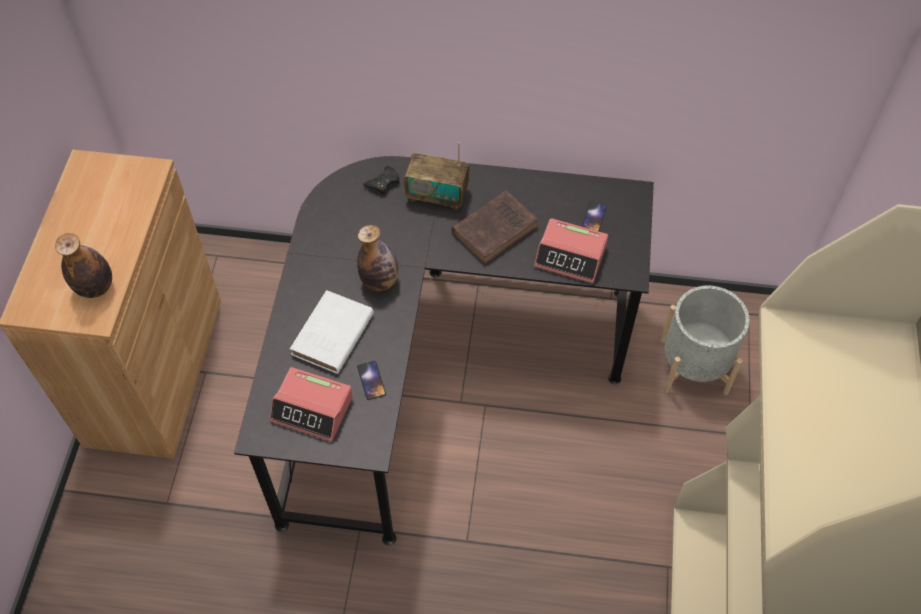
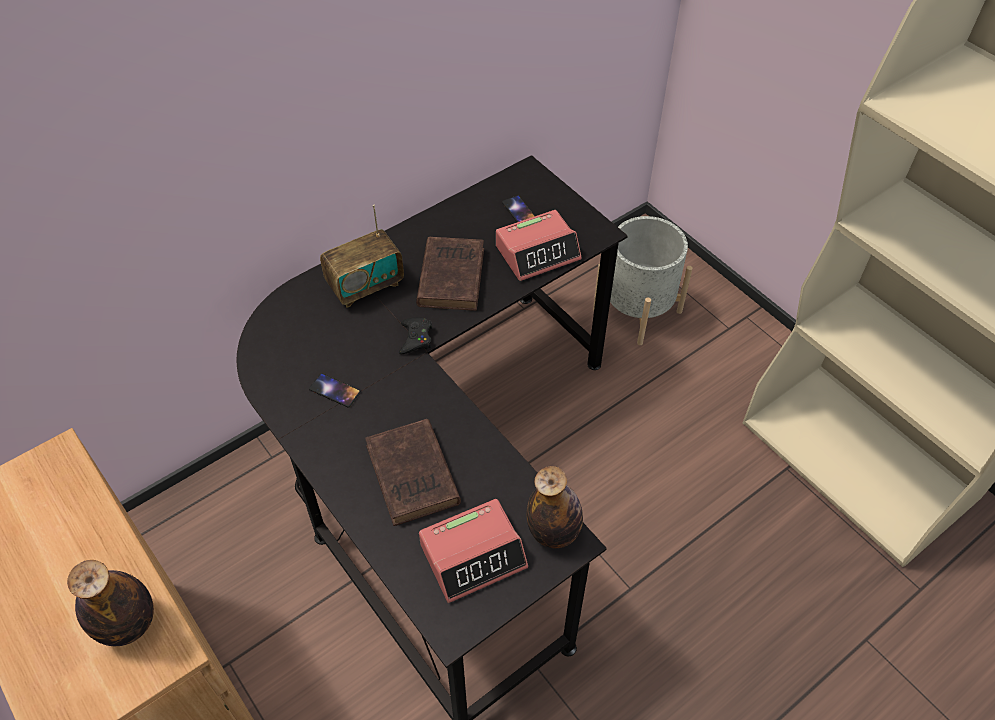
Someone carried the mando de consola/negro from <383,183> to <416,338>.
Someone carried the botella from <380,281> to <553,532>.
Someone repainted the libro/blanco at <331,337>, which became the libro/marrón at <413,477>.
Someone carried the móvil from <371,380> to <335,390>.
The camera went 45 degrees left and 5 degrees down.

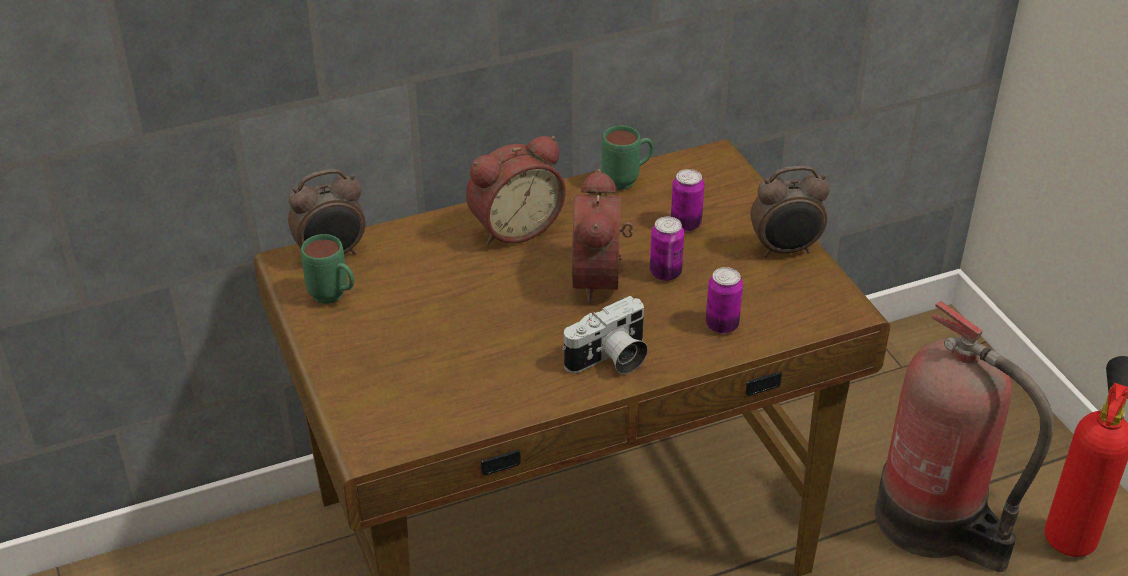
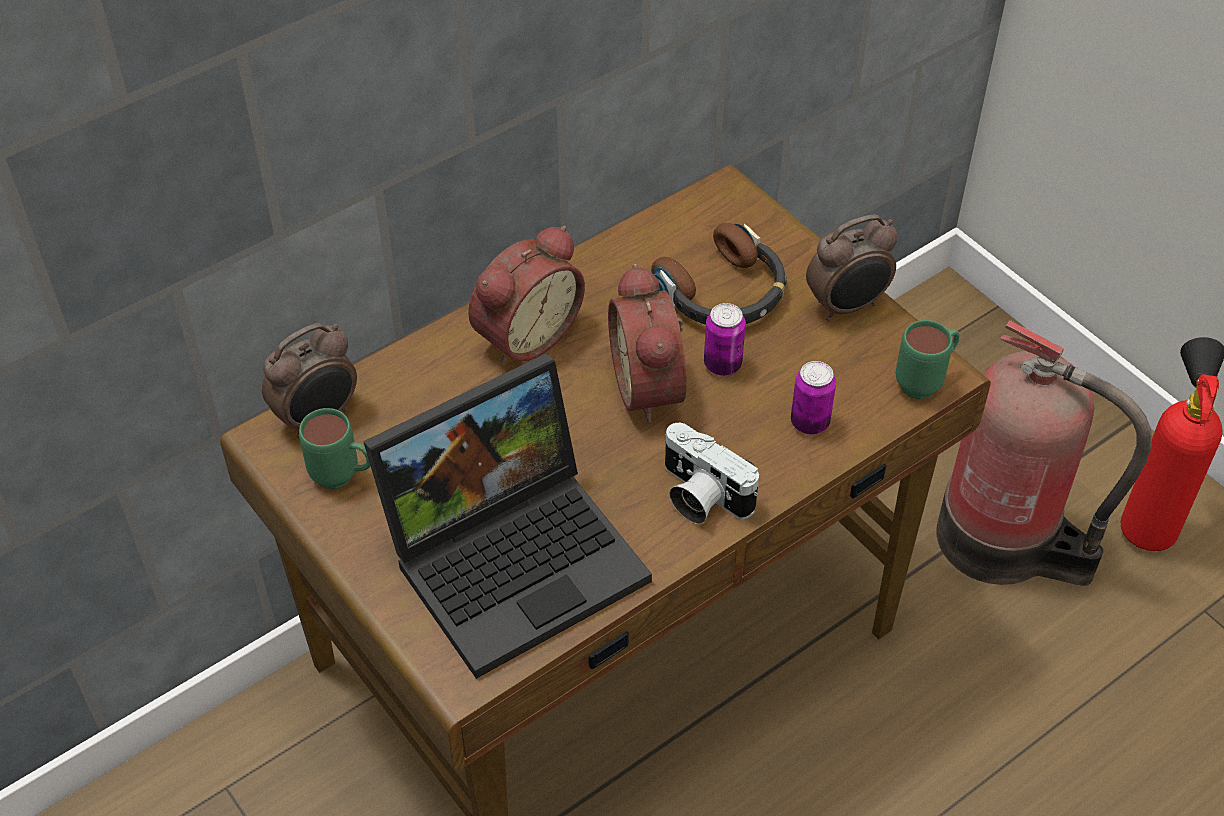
Someone carried the taza grande/verde from <627,181> to <925,382>.
Someone swapped the lata at <685,224> for the auriculares at <723,292>.
Someone rotated the cámara at <610,360> by 90 degrees clockwise.
Someone put down the portátil at <517,554>.
The camera went 15 degrees left and 10 degrees up.

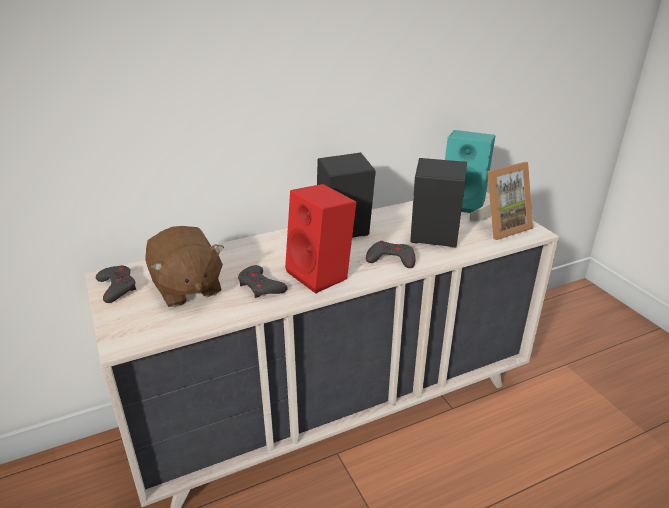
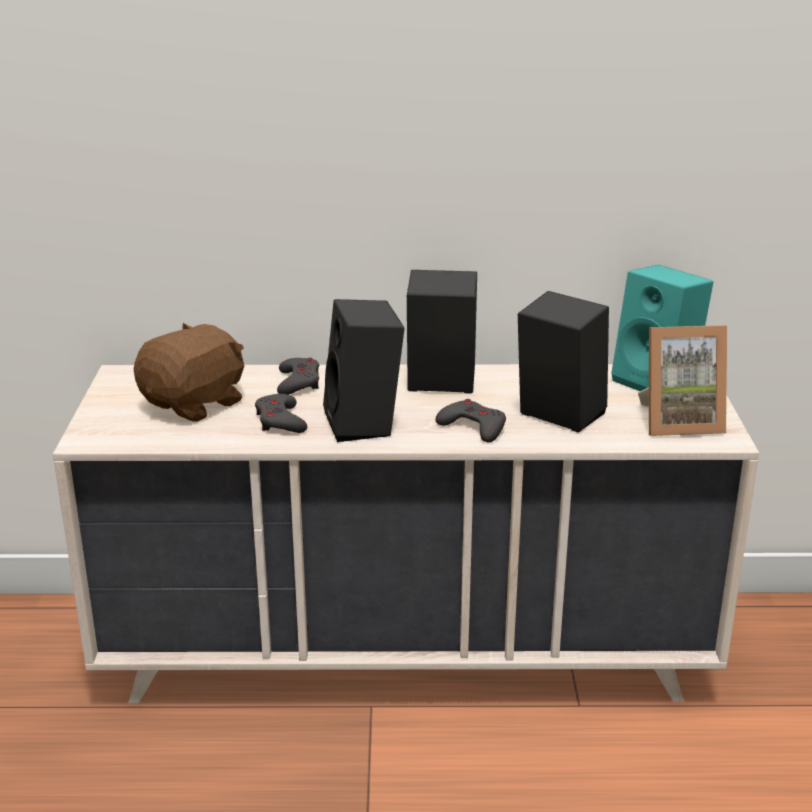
Someone repainted the altavoz/rojo at <322,274>, which became the altavoz/negro at <365,424>.
Someone rotated the peluche/marrón at <186,288> by 135 degrees counterclockwise.
Someone carried the mando de consola/gris from <117,287> to <298,382>.
The camera went 25 degrees right and 5 degrees down.

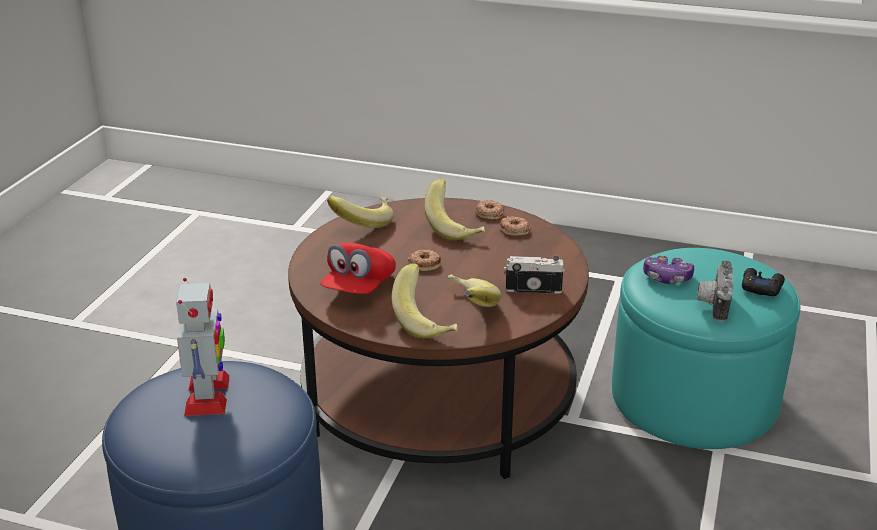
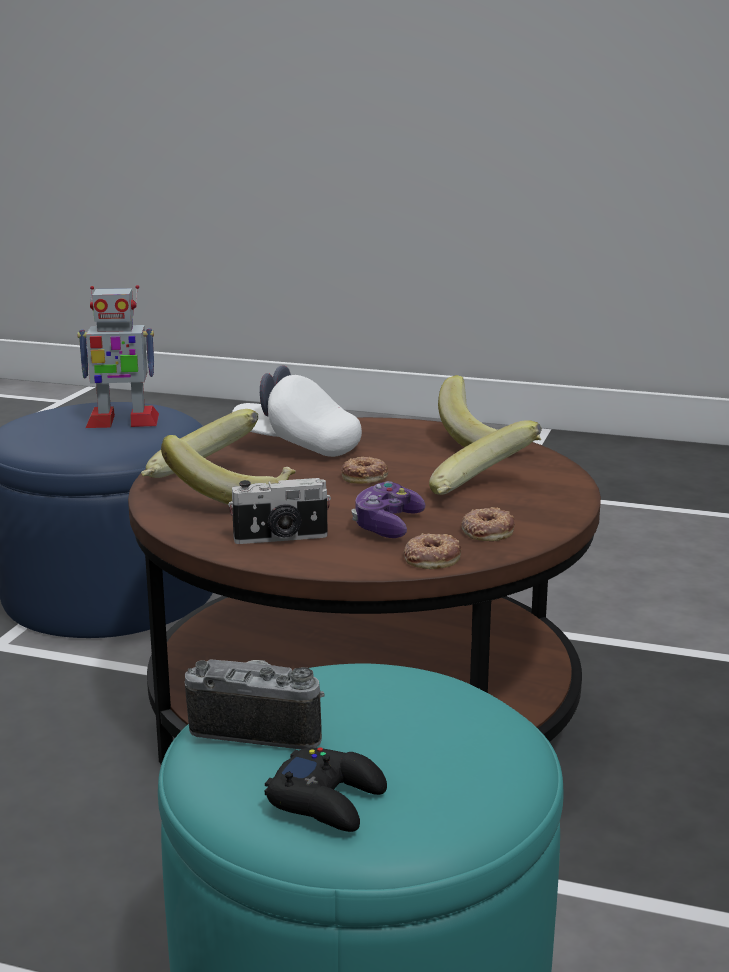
Someone carried the rosquilla from <489,213> to <431,558>.
Someone repainted the gorra/rojo at <359,288>, which became the gorra/blanco at <297,446>.
Someone rotated the cámara at <533,288> by 75 degrees clockwise.
Someone carried the mando de consola from <667,278> to <387,525>.
The camera went 90 degrees right and 10 degrees down.

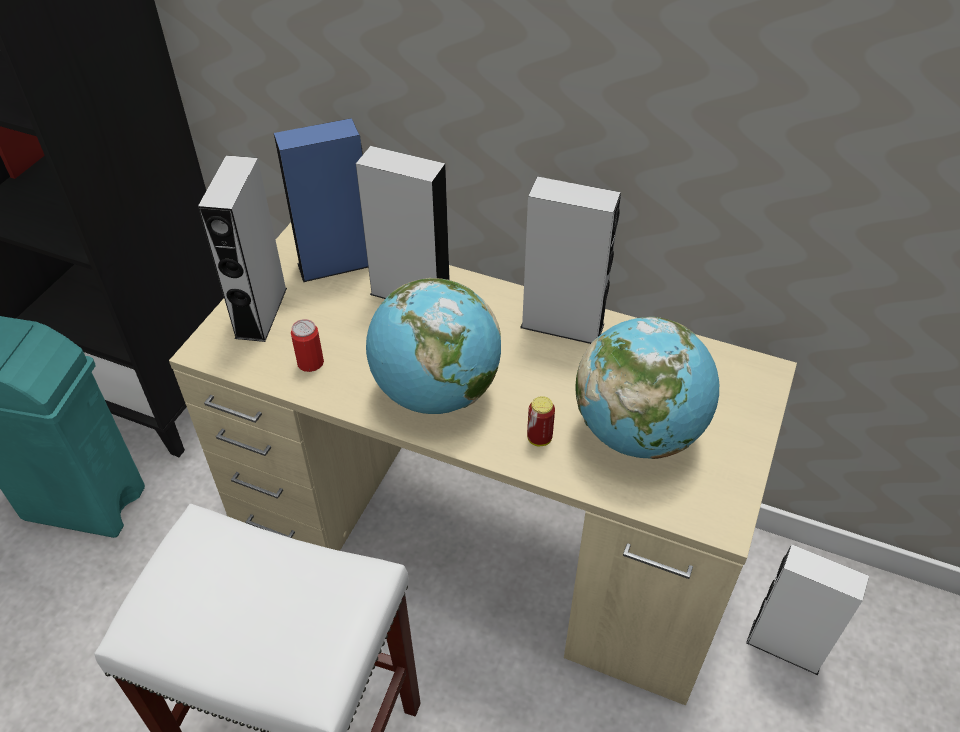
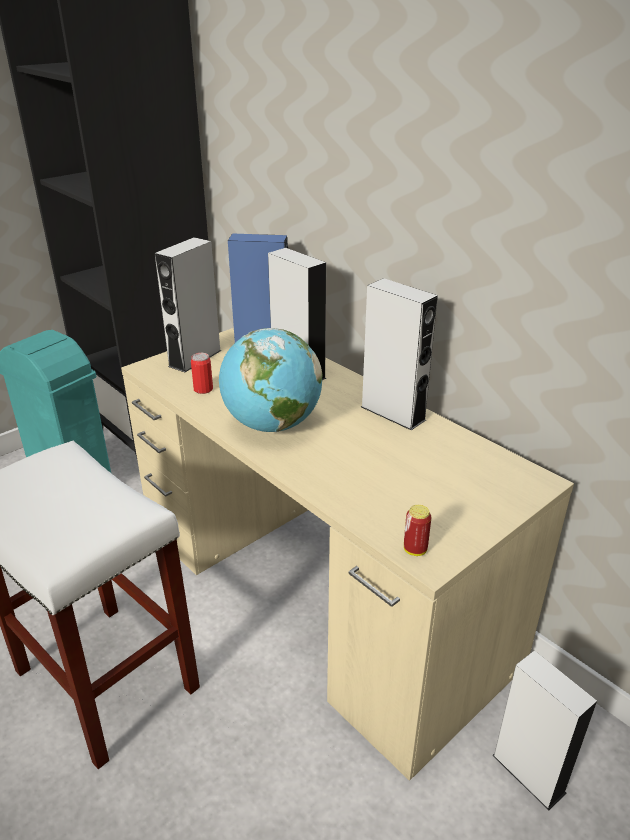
Someone took away the globo terráqueo at <638,432>.
Someone carried the lata from <539,438> to <415,550>.
The camera went 25 degrees right and 15 degrees down.

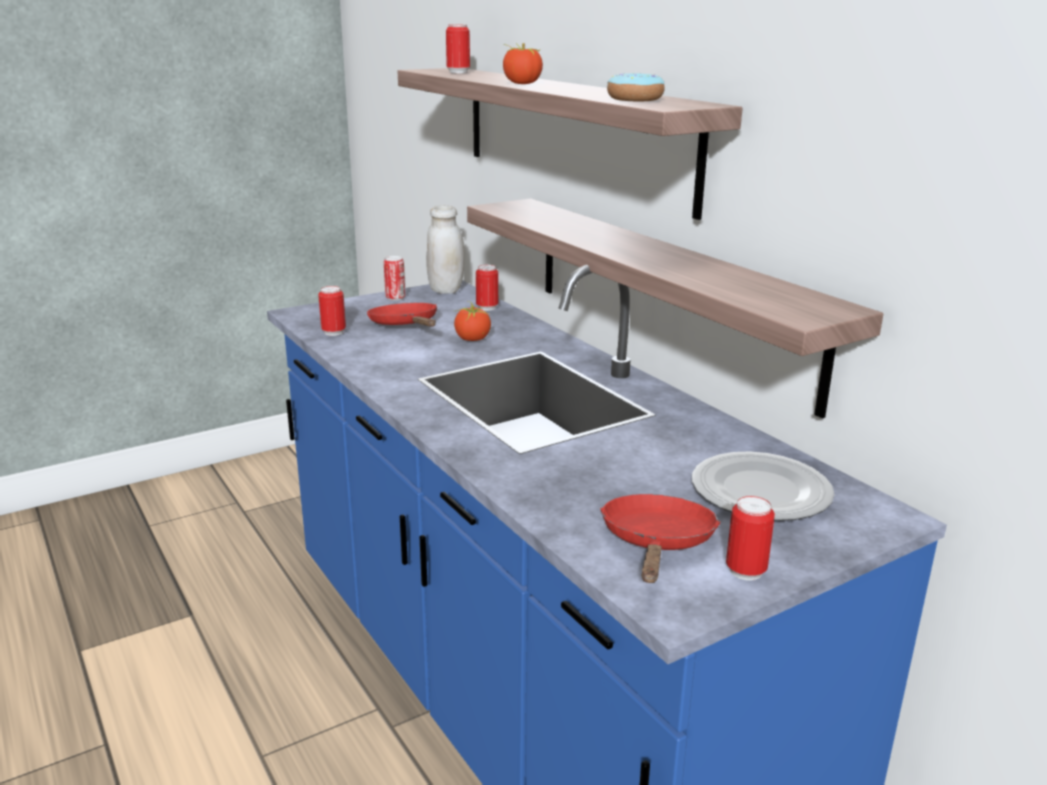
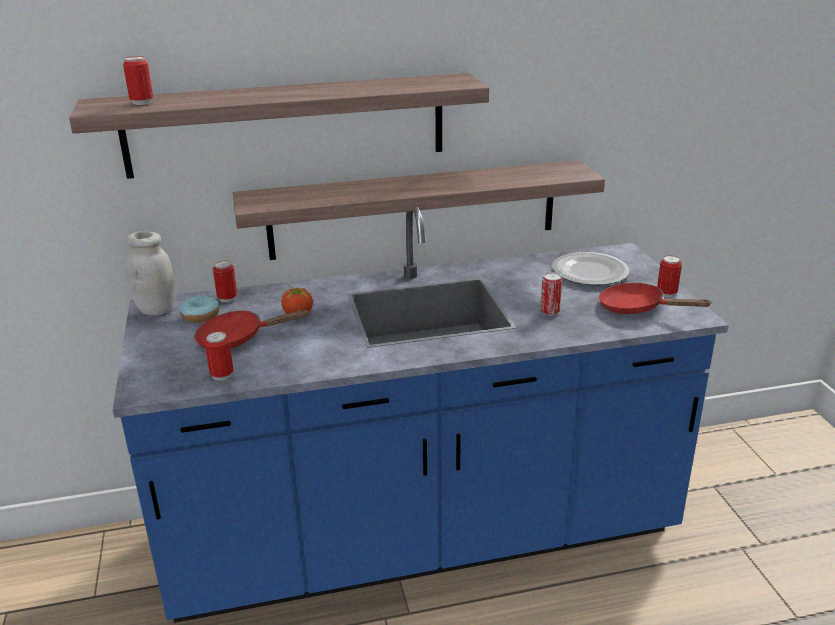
Someone took away the tomate at <522,84>.
Someone carried the rosquilla from <635,99> to <200,316>.
Someone carried the lata from <395,298> to <549,311>.
The camera went 70 degrees left and 5 degrees up.

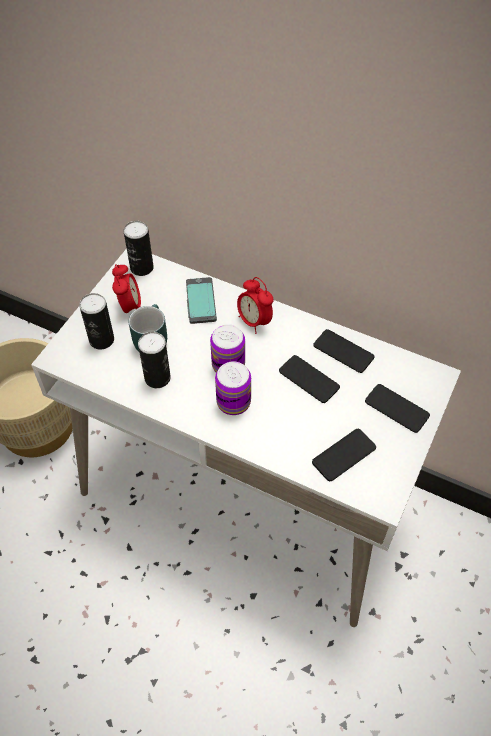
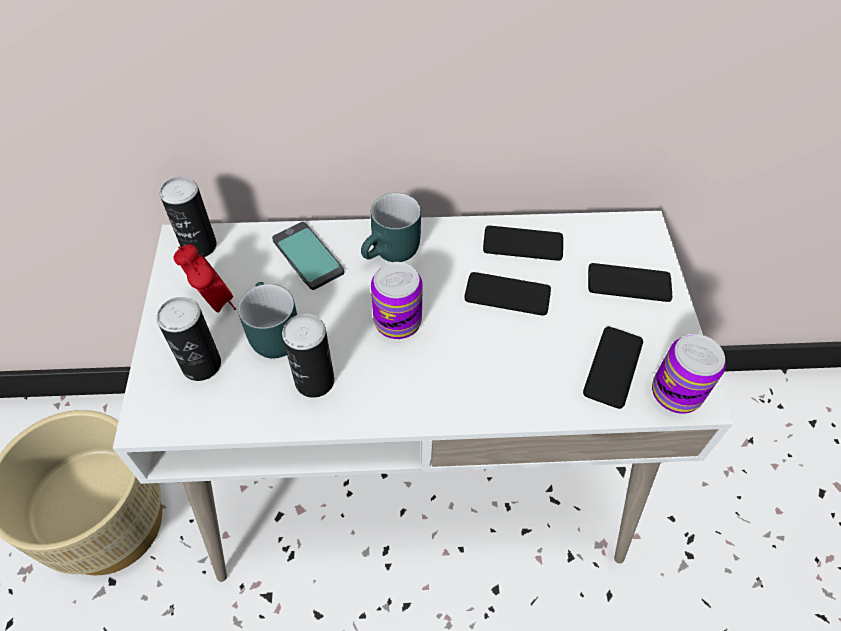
Someone swapped the despertador at <254,321> for the taza grande/turquesa at <393,253>.
Someone carried the lata from <233,402> to <676,393>.
The camera went 30 degrees left and 0 degrees up.

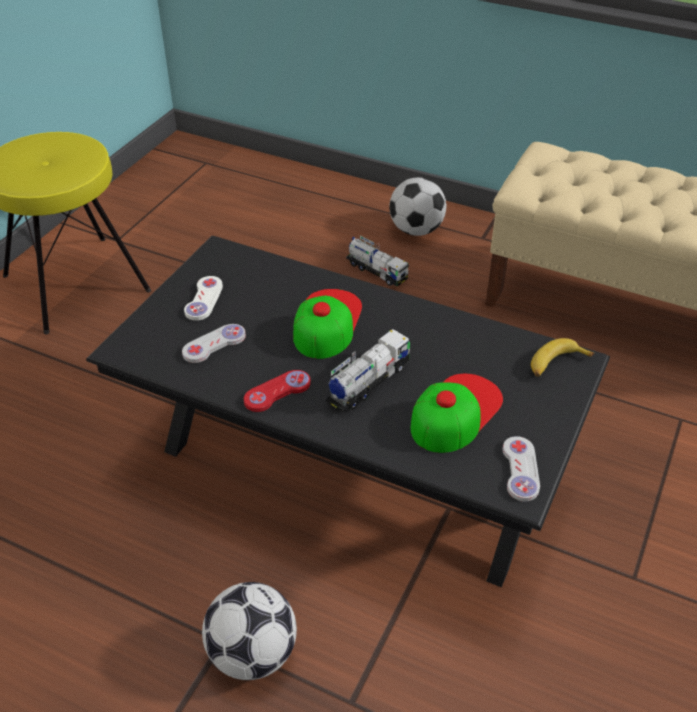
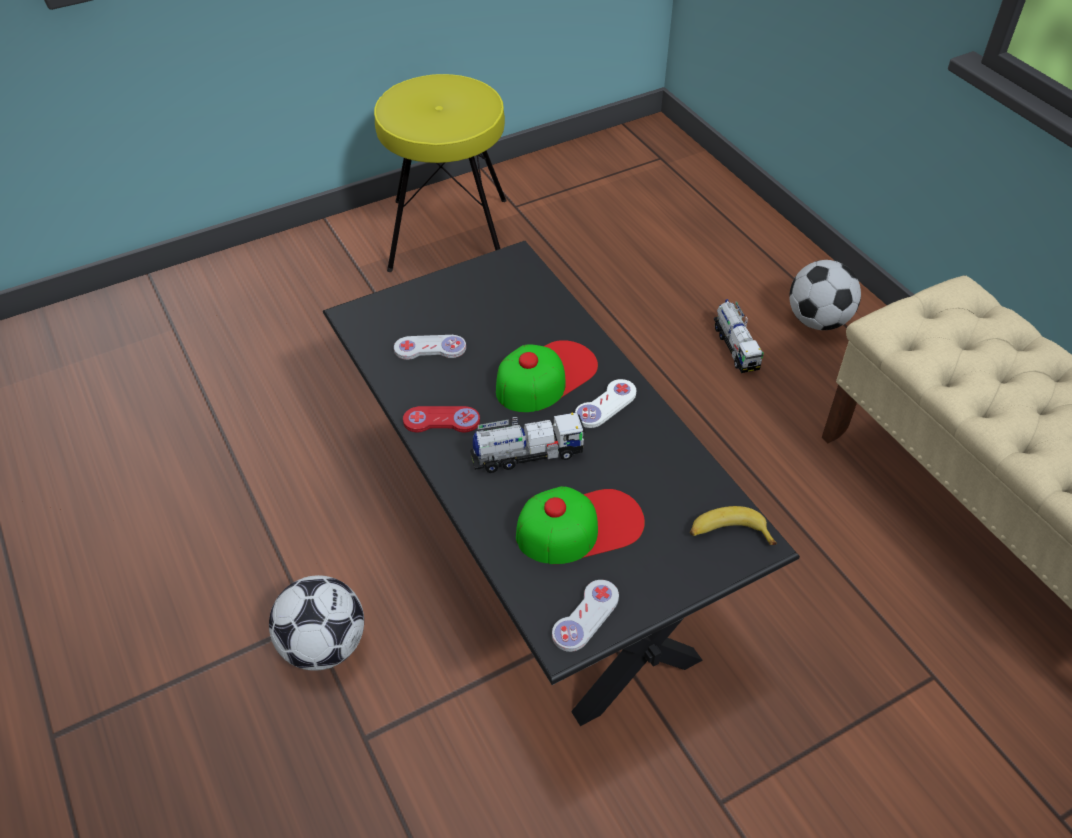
Someone carried the mando de consola/blanco from <204,299> to <605,405>.
The camera went 35 degrees right and 5 degrees up.

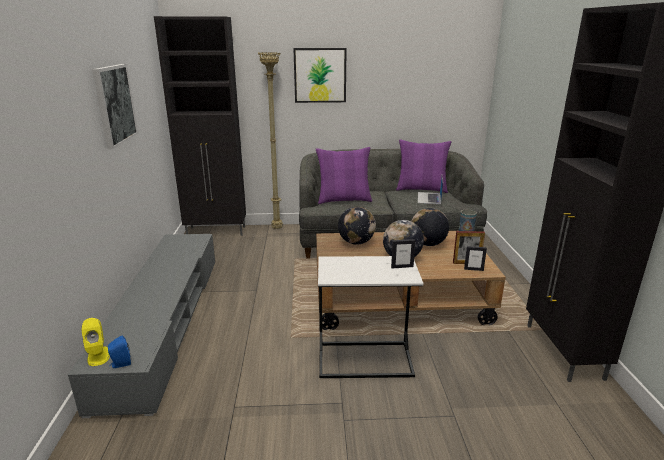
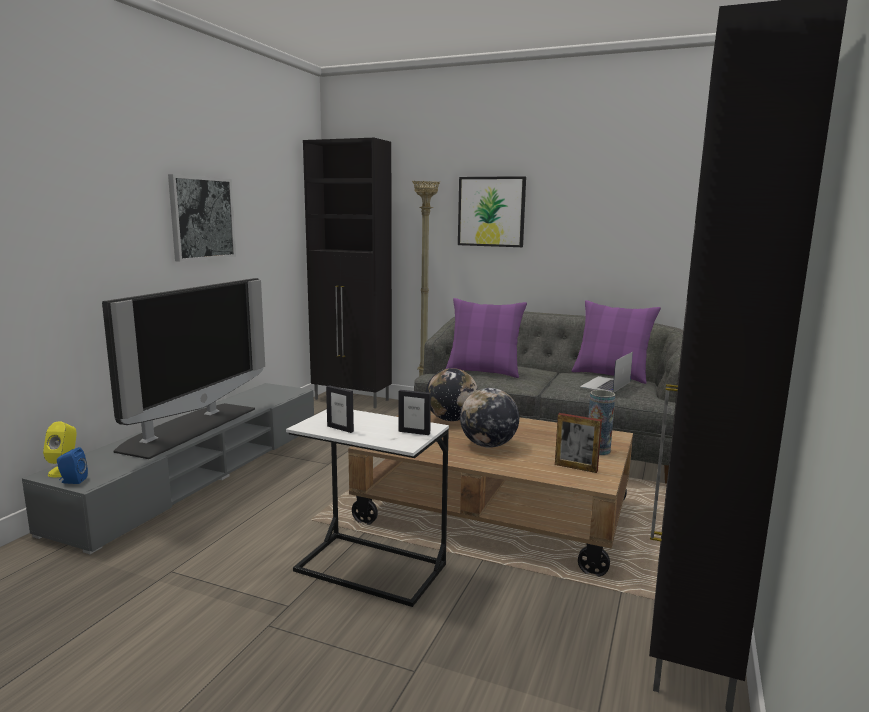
Someone took away the globo terráqueo at <427,244>.
Someone carried the portarretratos from <473,269> to <340,428>.
Someone put down the televisor at <188,428>.
The camera went 25 degrees right and 10 degrees down.

